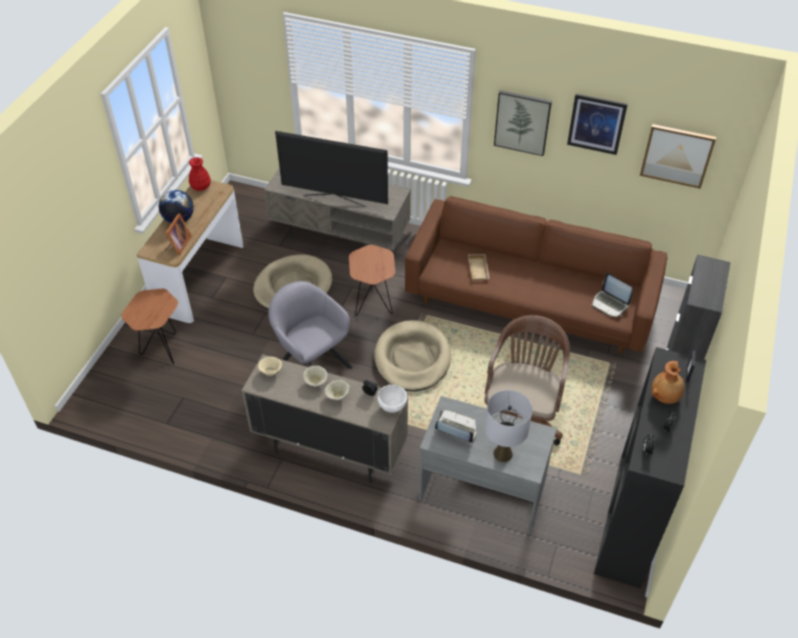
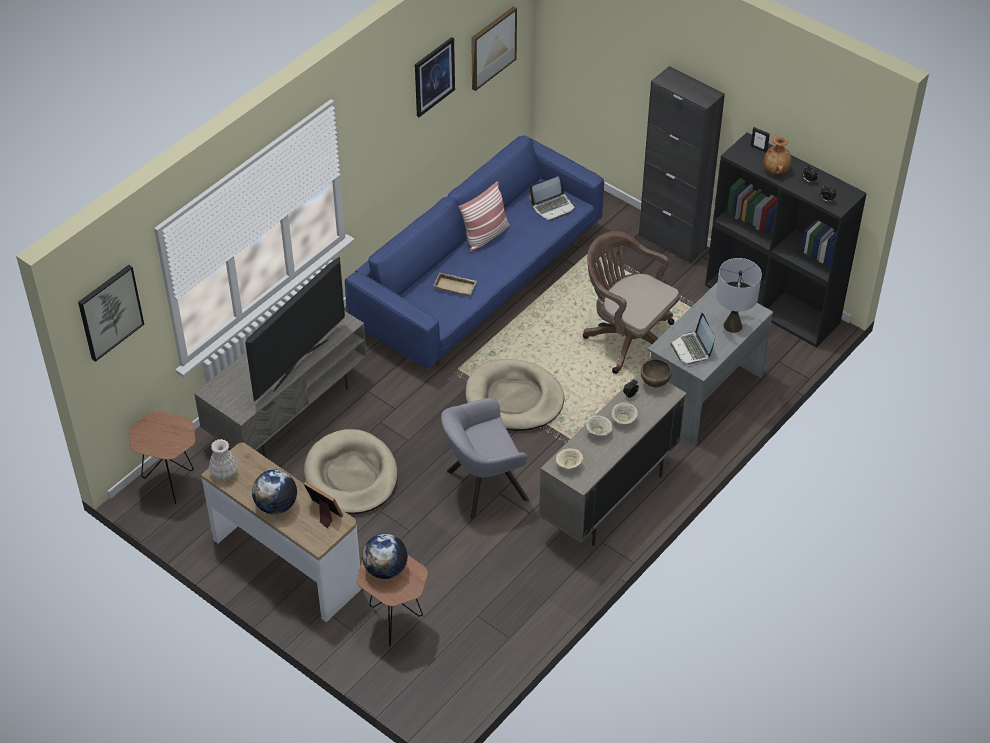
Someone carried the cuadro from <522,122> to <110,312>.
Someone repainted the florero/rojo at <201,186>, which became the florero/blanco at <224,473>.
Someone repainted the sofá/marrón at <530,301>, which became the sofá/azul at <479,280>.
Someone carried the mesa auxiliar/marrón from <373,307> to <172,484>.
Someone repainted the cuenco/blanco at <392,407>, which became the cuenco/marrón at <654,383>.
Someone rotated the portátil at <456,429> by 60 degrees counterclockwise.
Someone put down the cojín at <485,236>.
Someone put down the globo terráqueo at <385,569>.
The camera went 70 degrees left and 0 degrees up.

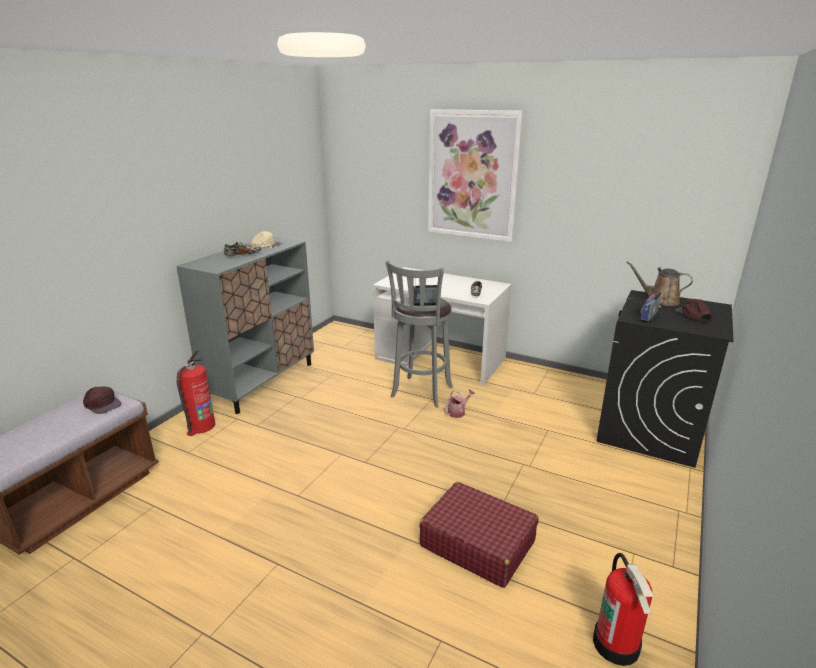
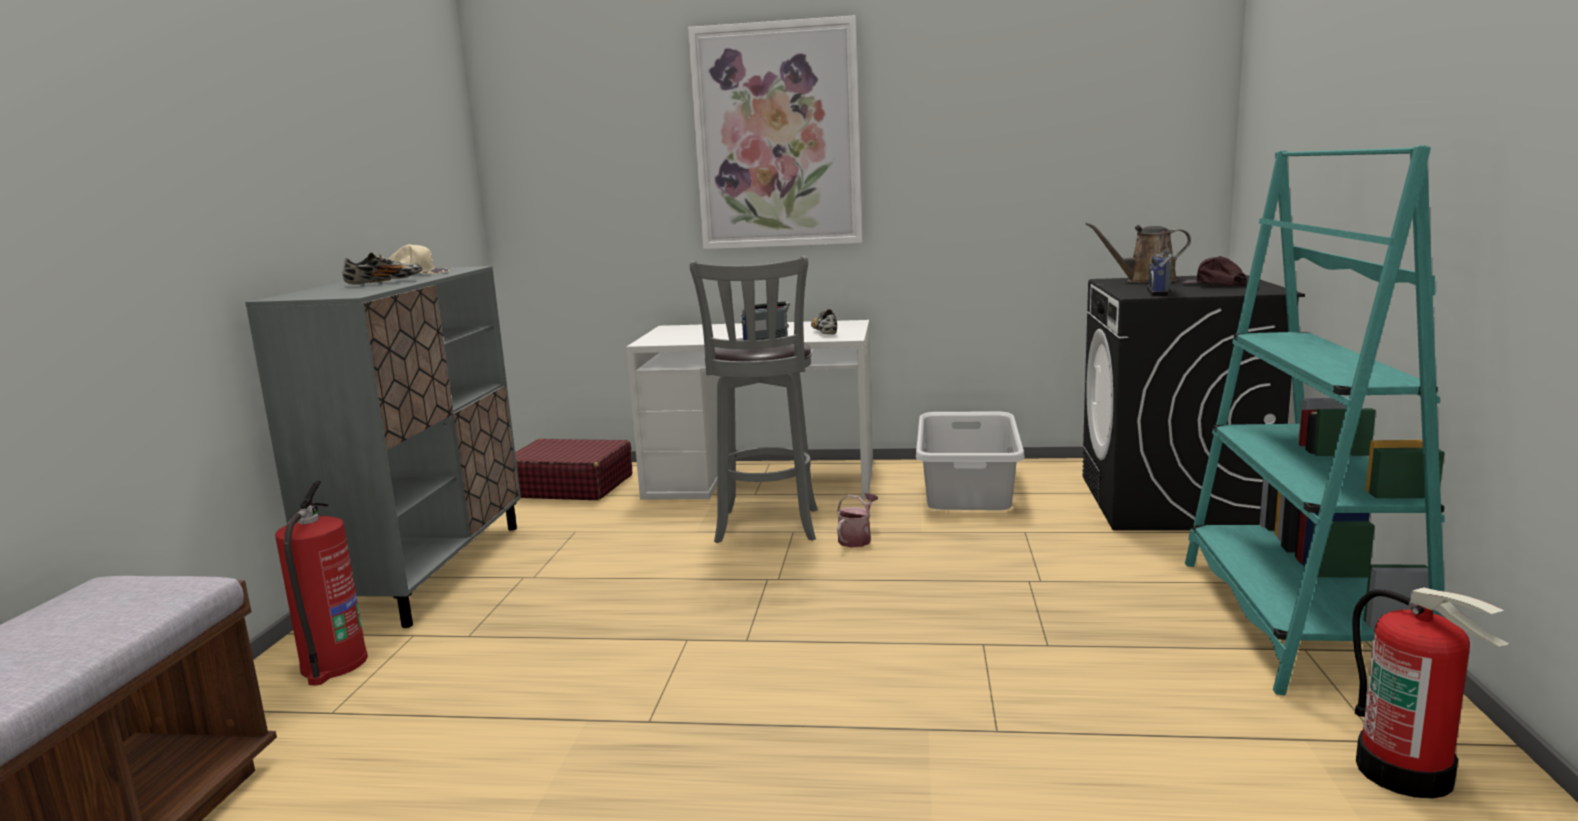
Someone took away the gorra/marrón at <102,404>.
Someone carried the maleta/rojo from <477,543> to <569,486>.
Someone put down the estantería/turquesa at <1296,620>.
Someone put down the cesto de la ropa/gris at <969,489>.
The camera went 20 degrees left and 10 degrees down.

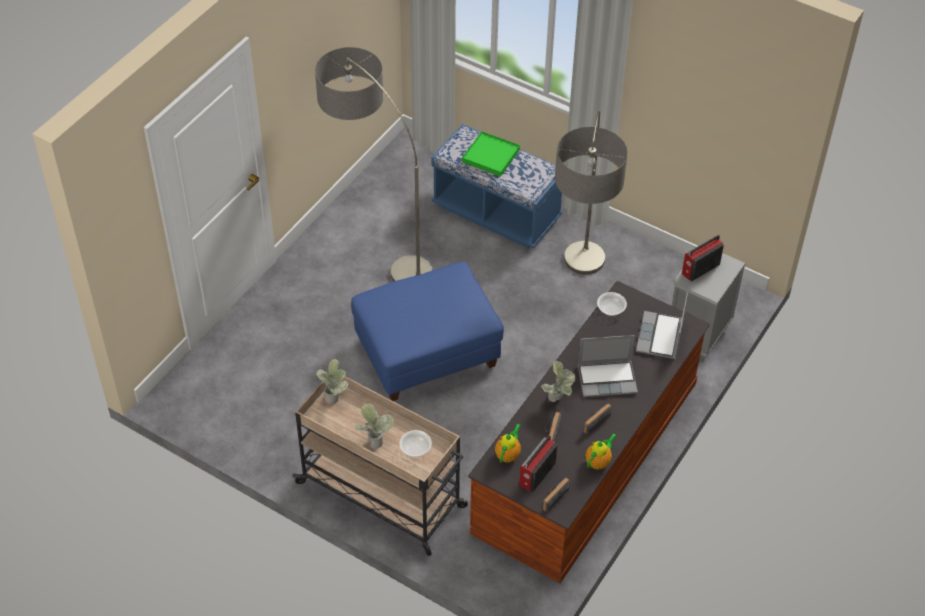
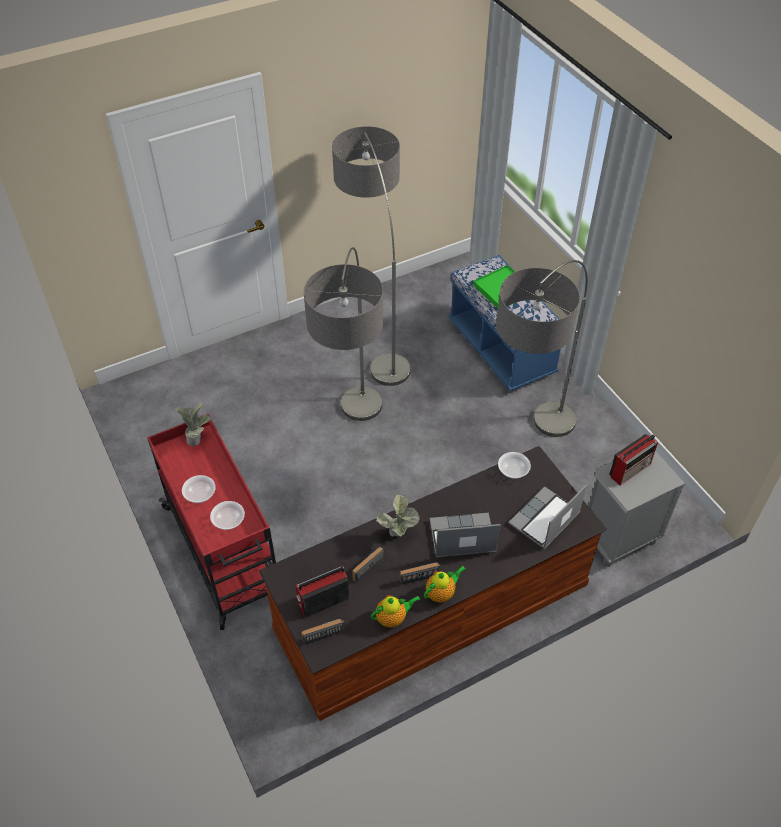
Someone rotated the radio at <699,269> by 150 degrees clockwise.
Someone swapped the puf/azul at <427,352> for the lámpara de pie at <355,444>.
Someone rotated the portátil at <607,378> by 150 degrees clockwise.
Someone repainted the carrito/beis at <383,495>, which became the carrito/rojo at <225,553>.
Someone swapped the planta en maceta at <374,439> for the cuenco at <200,494>.
Someone carried the tetera from <508,454> to <441,593>.
The camera went 30 degrees right and 0 degrees up.

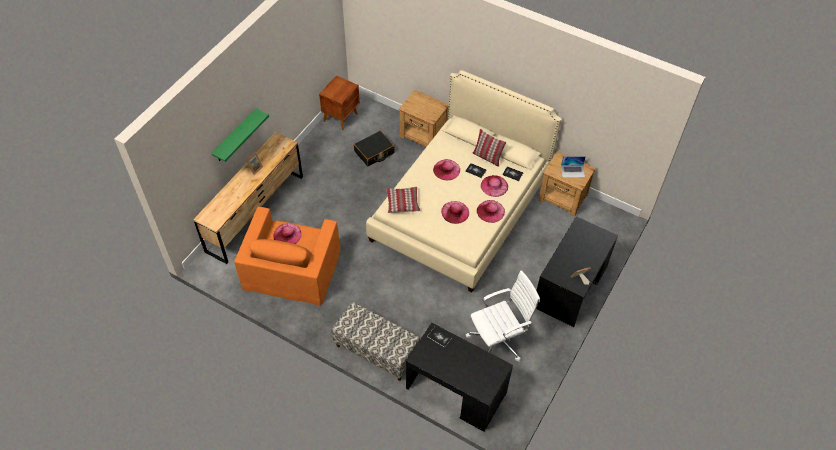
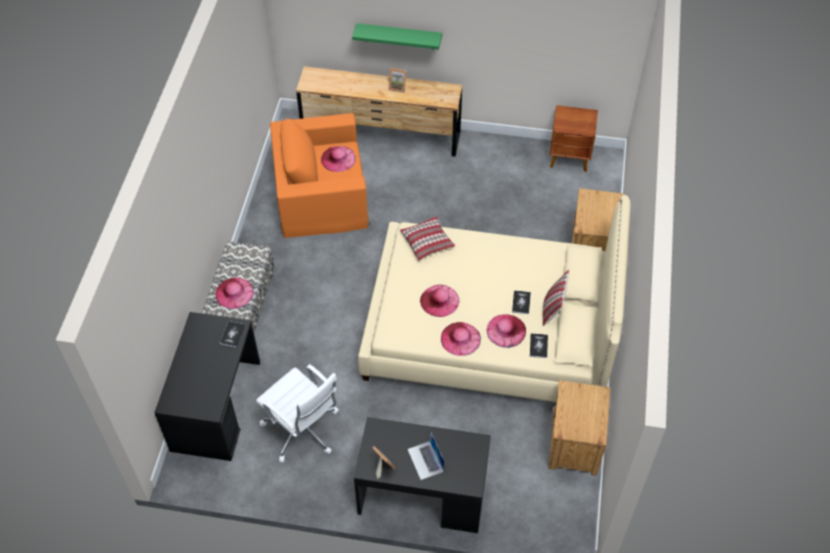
Someone took away the maleta/negro at <374,152>.
Someone carried the portátil from <573,171> to <425,460>.
Someone carried the sombrero/rosa from <446,170> to <234,293>.
The camera went 70 degrees right and 0 degrees up.

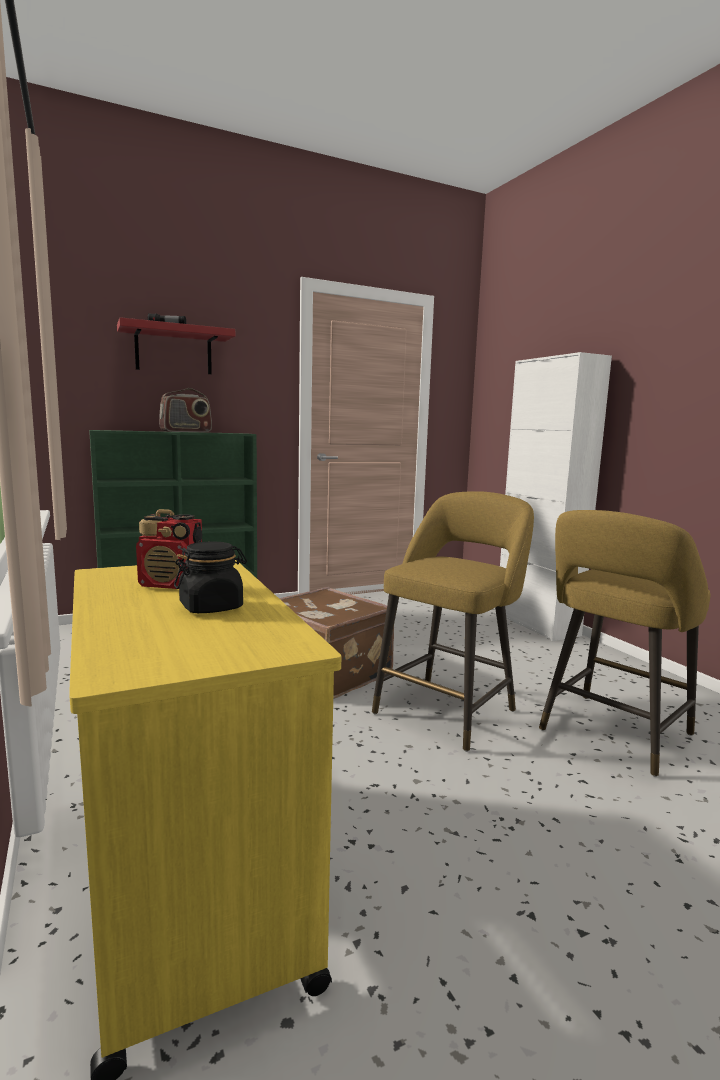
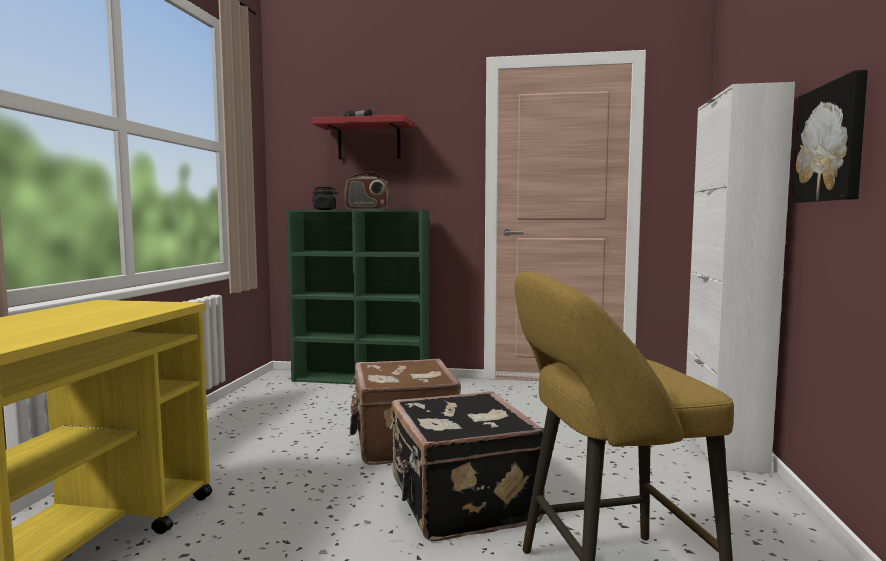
Someone swapped the taburete/amarillo at <449,709> for the maleta/negro at <460,503>.
Someone took away the radio at <172,585>.
Someone carried the tarro/negro from <211,607> to <325,209>.
Someone put up the cuadro at <833,143>.
The camera went 35 degrees right and 5 degrees down.

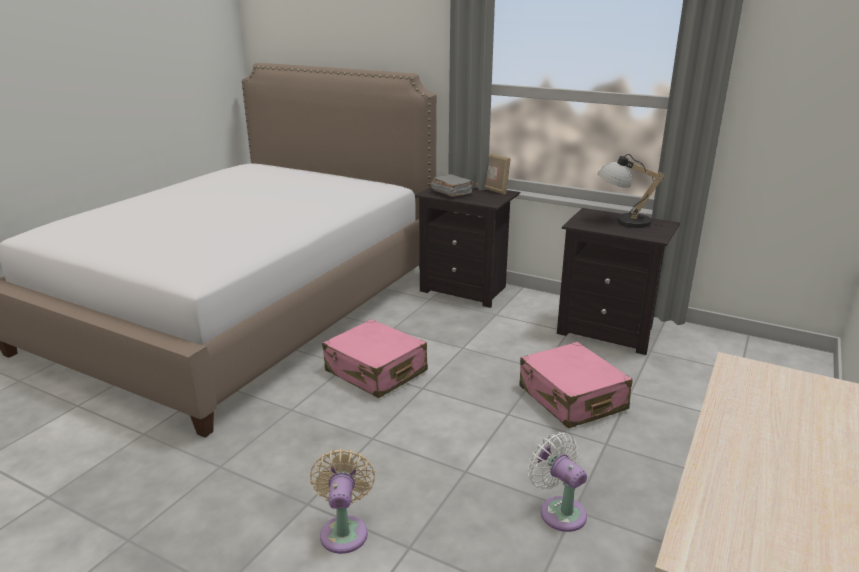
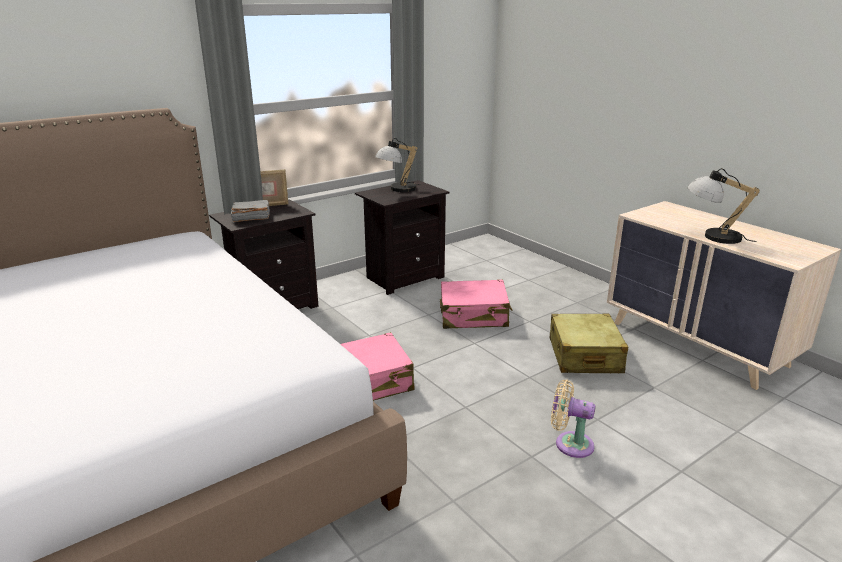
Someone swapped the ventilador/blanco at <559,511> for the maleta/beis at <584,356>.
Someone put down the lámpara de mesa at <712,236>.
The camera went 65 degrees left and 0 degrees up.

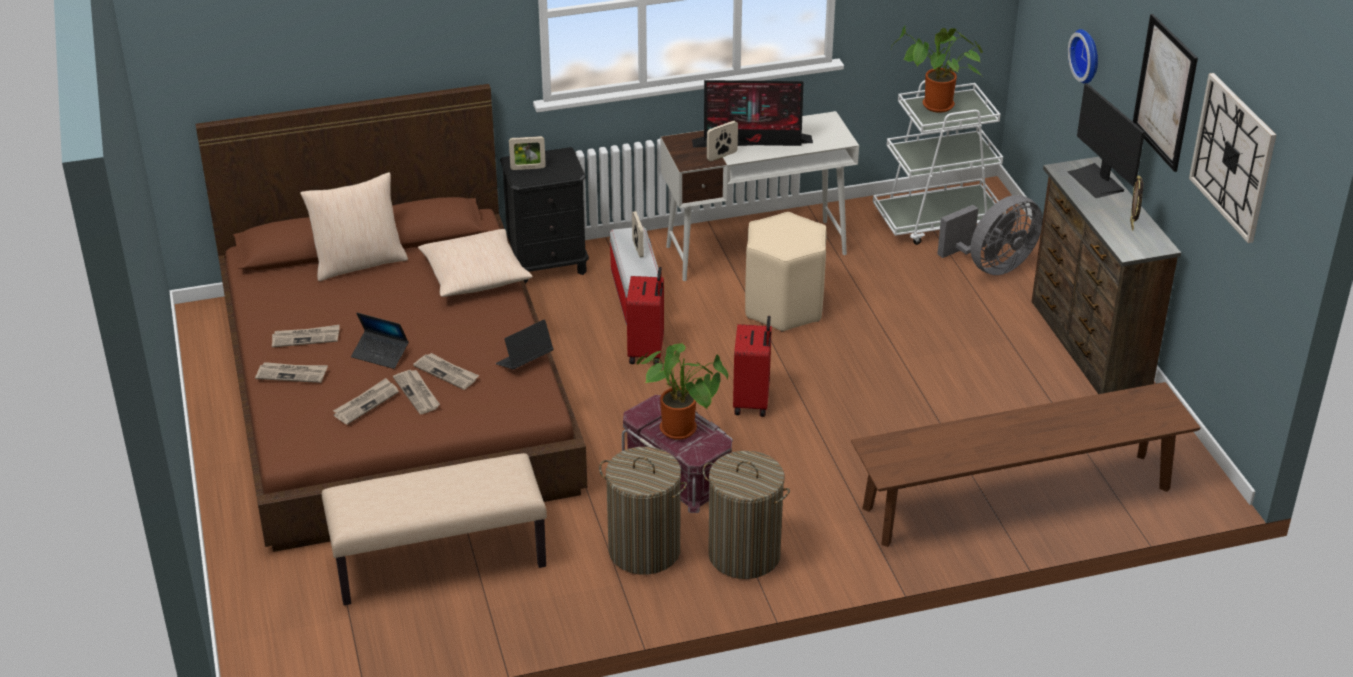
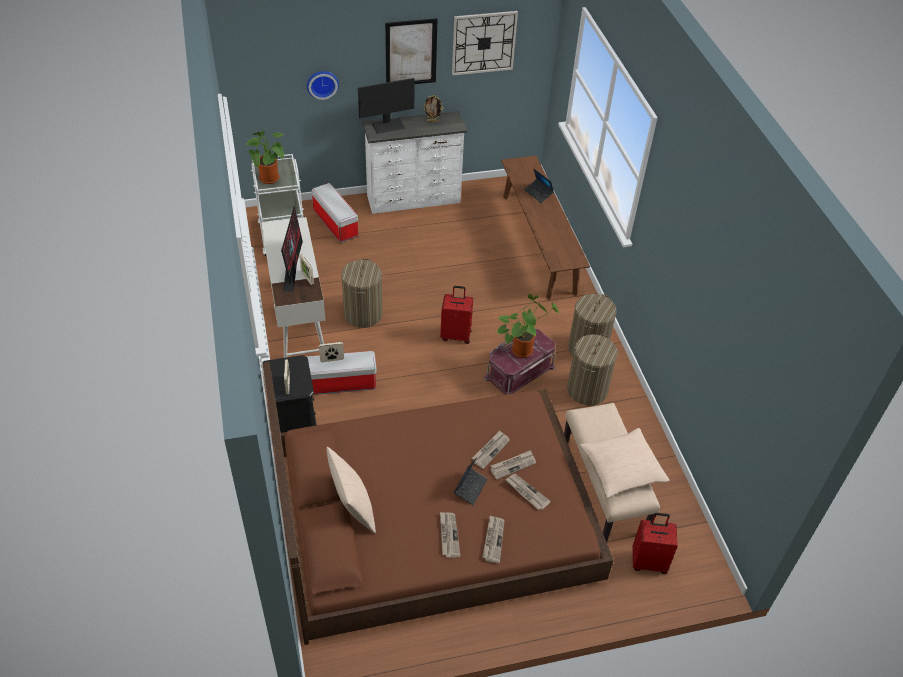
Someone repainted the cómoda/marrón at <1088,345>, which became the cómoda/blanco at <414,200>.
Someone swapped the ventilador/gris at <992,266> for the caja de almacenaje at <335,223>.
Someone swapped the taburete/beis at <782,307> for the cesto de la ropa at <363,314>.
Someone carried the cojín/beis from <475,275> to <621,469>.
Someone carried the maleta/rojo from <647,351> to <649,561>.
Someone carried the portátil from <524,361> to <538,193>.
The camera went 90 degrees left and 10 degrees up.

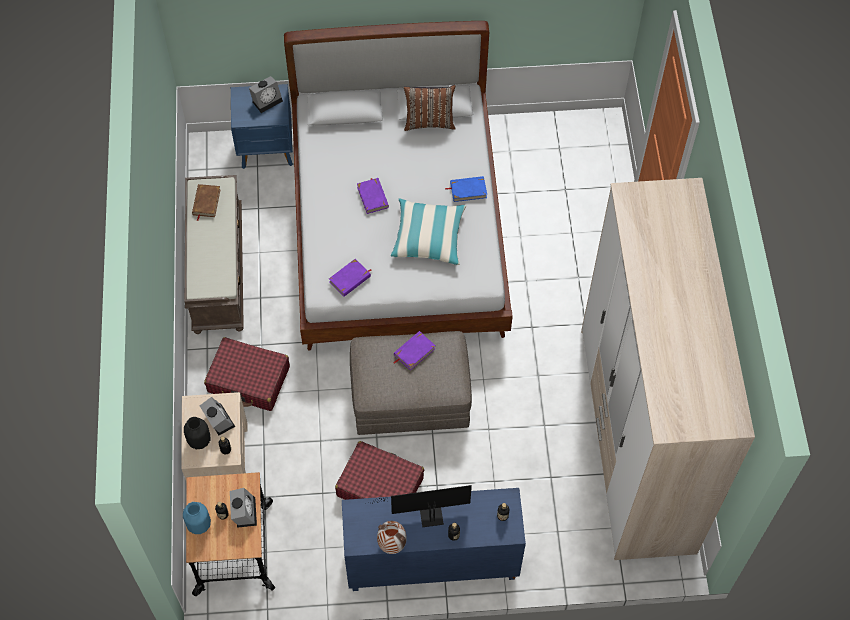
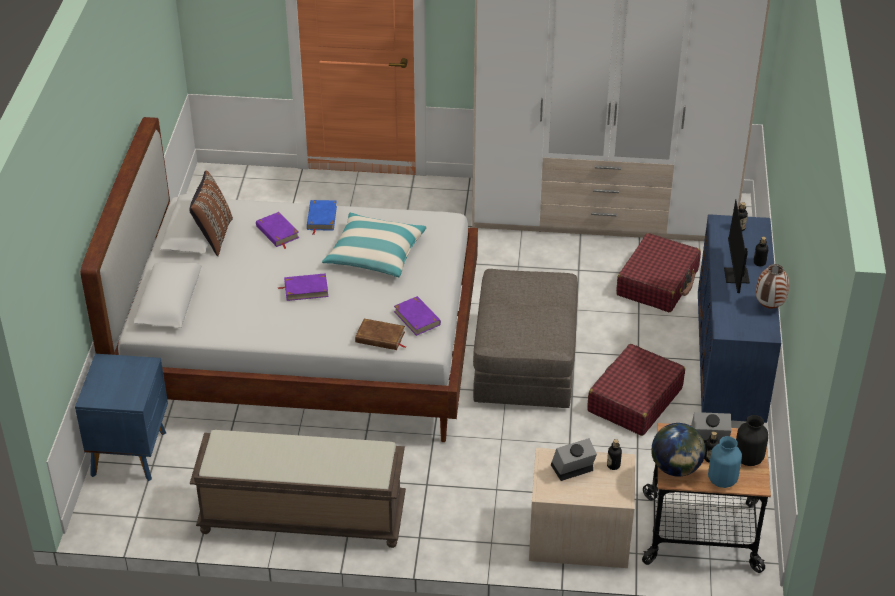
Someone took away the despertador at <267,100>.
Someone carried the libro/marrón from <206,202> to <380,337>.
Someone carried the libro/morado from <414,352> to <277,232>.
Someone carried the maleta/rojo from <249,380> to <658,283>.
Someone carried the florero/negro from <199,440> to <748,459>.
Someone put down the globo terráqueo at <675,468>.
The camera went 80 degrees left and 20 degrees down.

